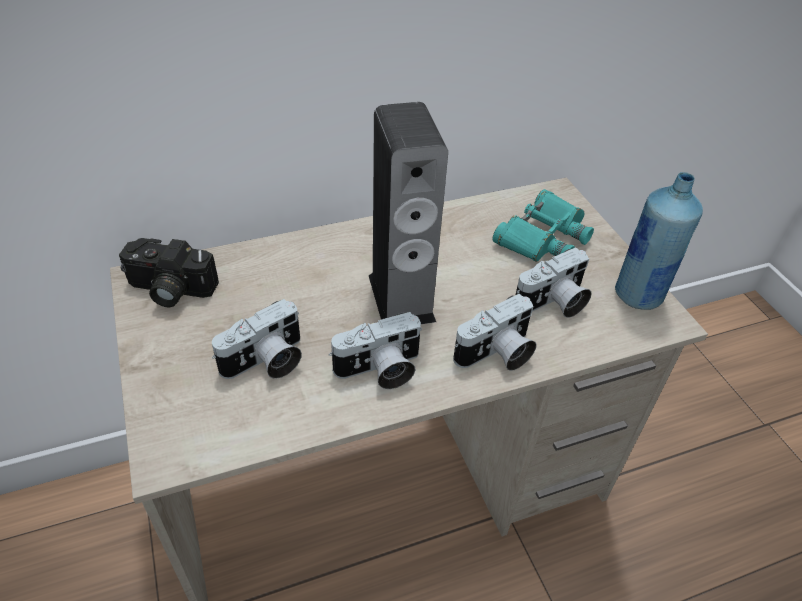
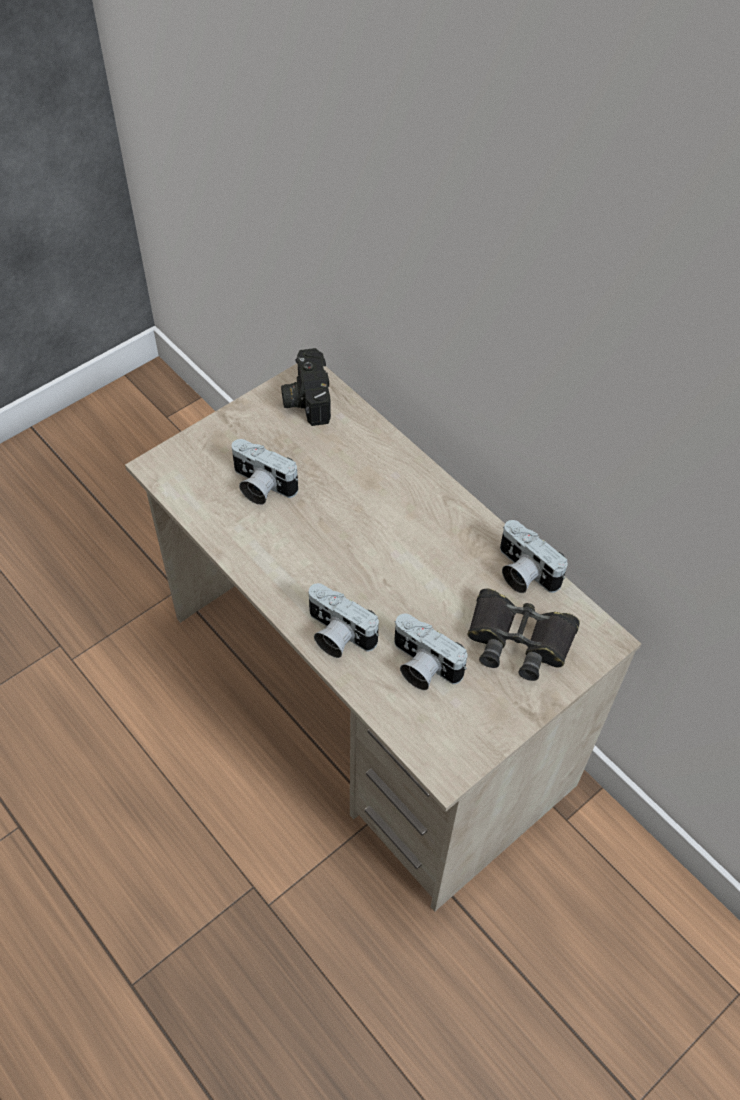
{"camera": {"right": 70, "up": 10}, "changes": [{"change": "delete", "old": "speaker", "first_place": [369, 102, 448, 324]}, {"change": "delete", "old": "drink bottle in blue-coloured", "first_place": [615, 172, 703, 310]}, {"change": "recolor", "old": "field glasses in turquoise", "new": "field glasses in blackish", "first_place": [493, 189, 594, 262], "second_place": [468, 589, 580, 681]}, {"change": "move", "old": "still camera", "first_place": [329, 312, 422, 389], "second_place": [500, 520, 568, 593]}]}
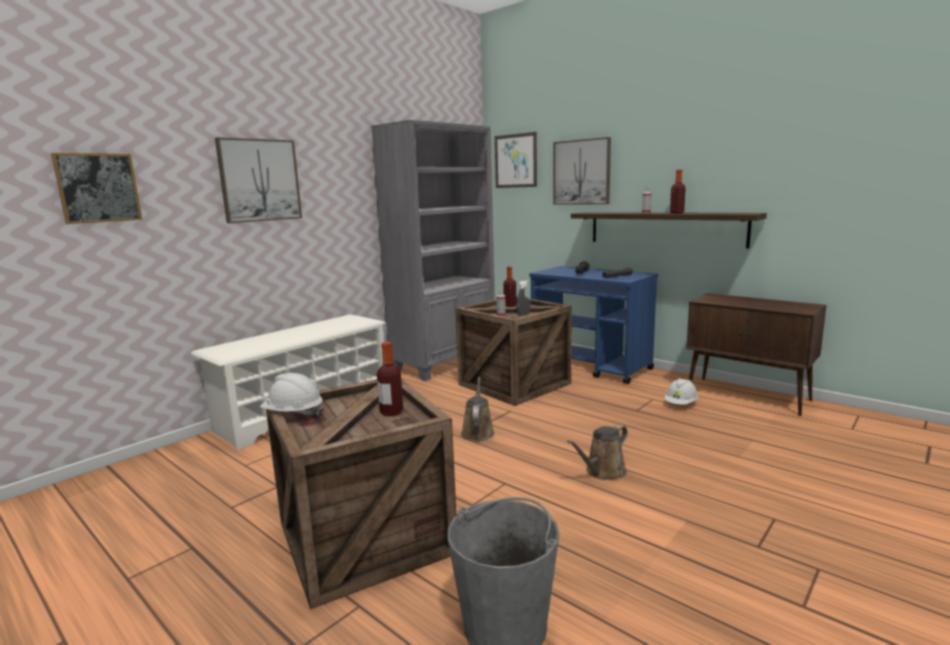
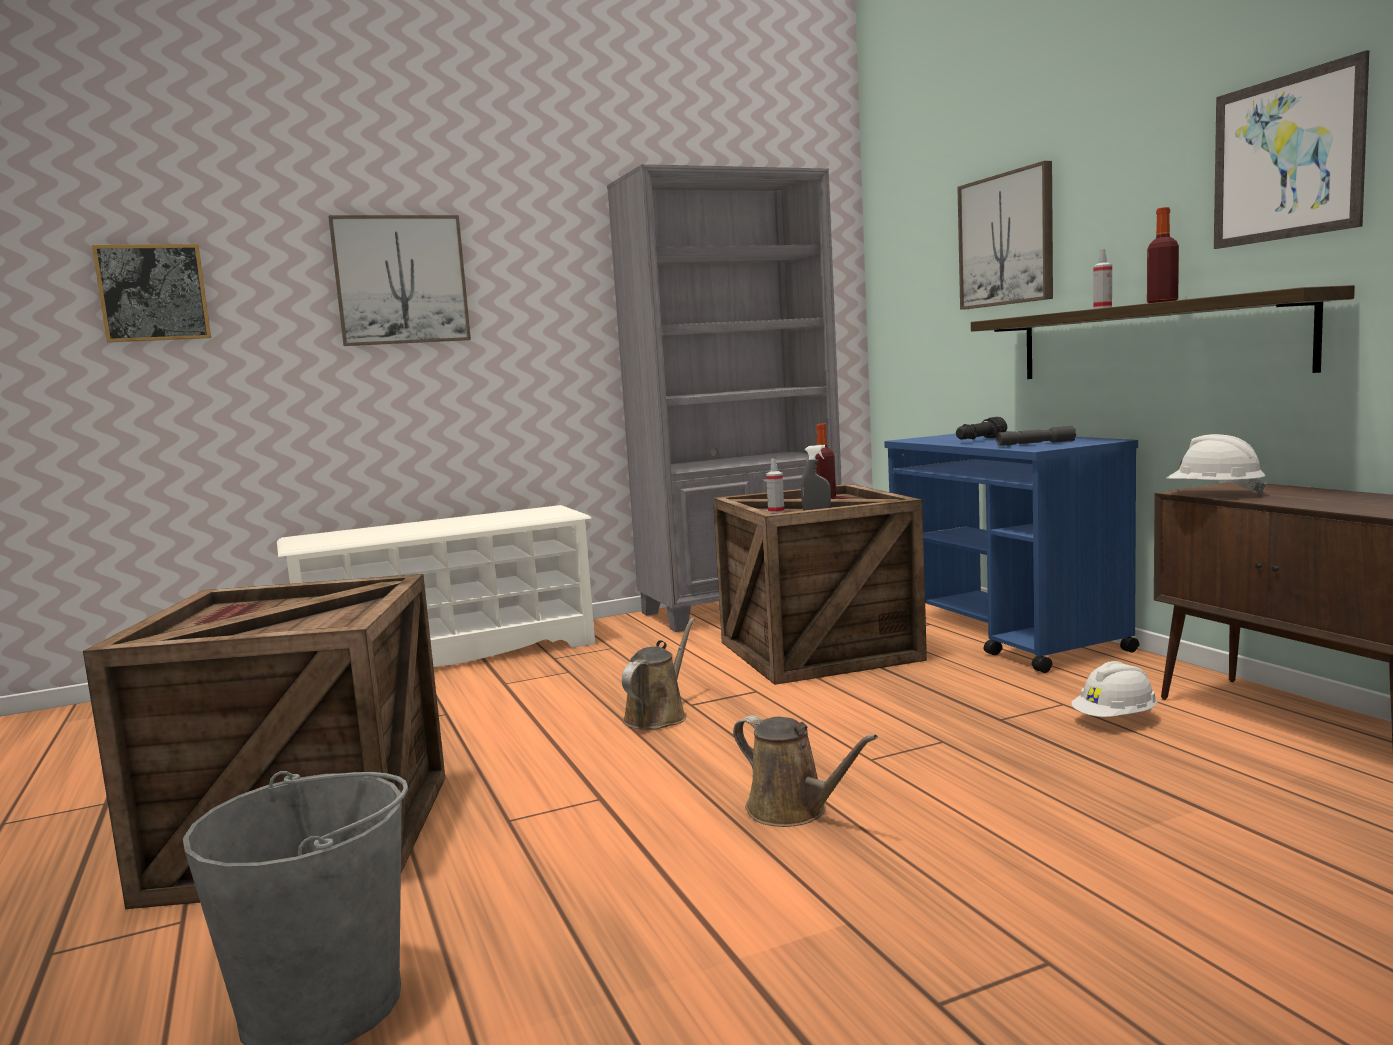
{"camera": {"right": 25, "up": -5}, "changes": [{"change": "move", "old": "wall picture", "first_place": [495, 132, 537, 188], "second_place": [1214, 50, 1369, 249]}, {"change": "delete", "old": "drink bottle", "first_place": [377, 342, 403, 416]}, {"change": "move", "old": "safety helmet in white", "first_place": [260, 373, 323, 416], "second_place": [1166, 434, 1267, 495]}, {"change": "rotate", "old": "sprinkling can in brownish", "first_place": [567, 425, 628, 480], "second_place": [733, 715, 878, 827], "degrees": -120}]}
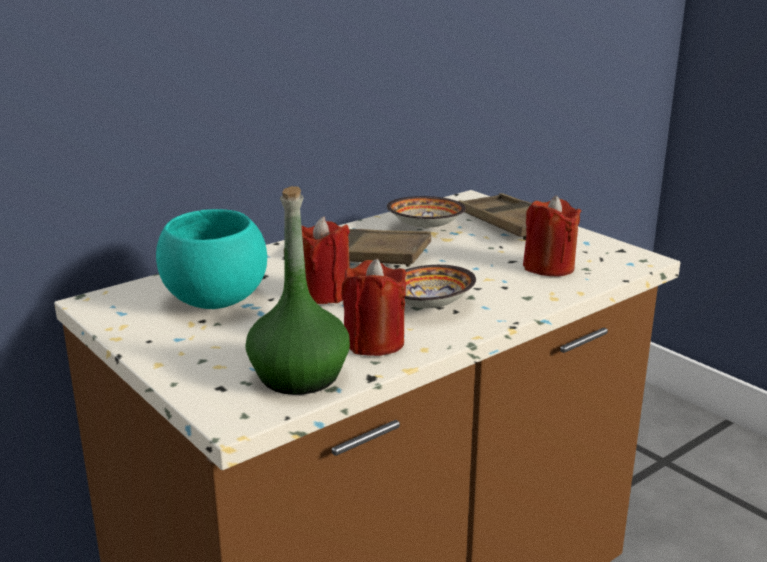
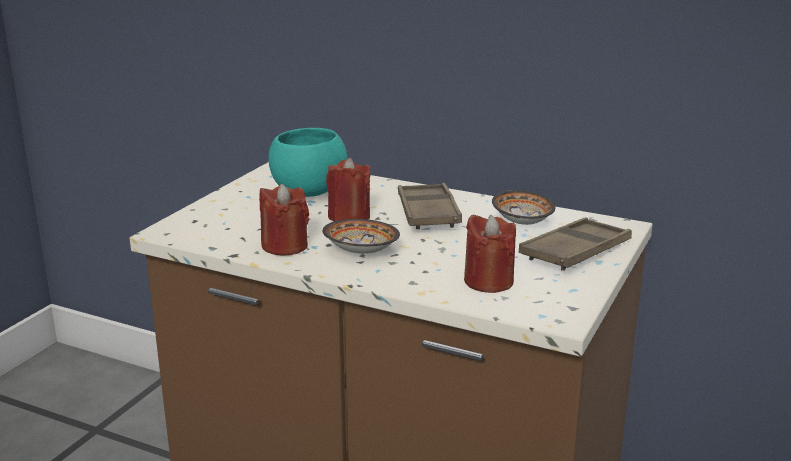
{"camera": {"right": 65, "up": 0}, "changes": [{"change": "delete", "old": "drink bottle in green", "first_place": [246, 186, 350, 395]}]}
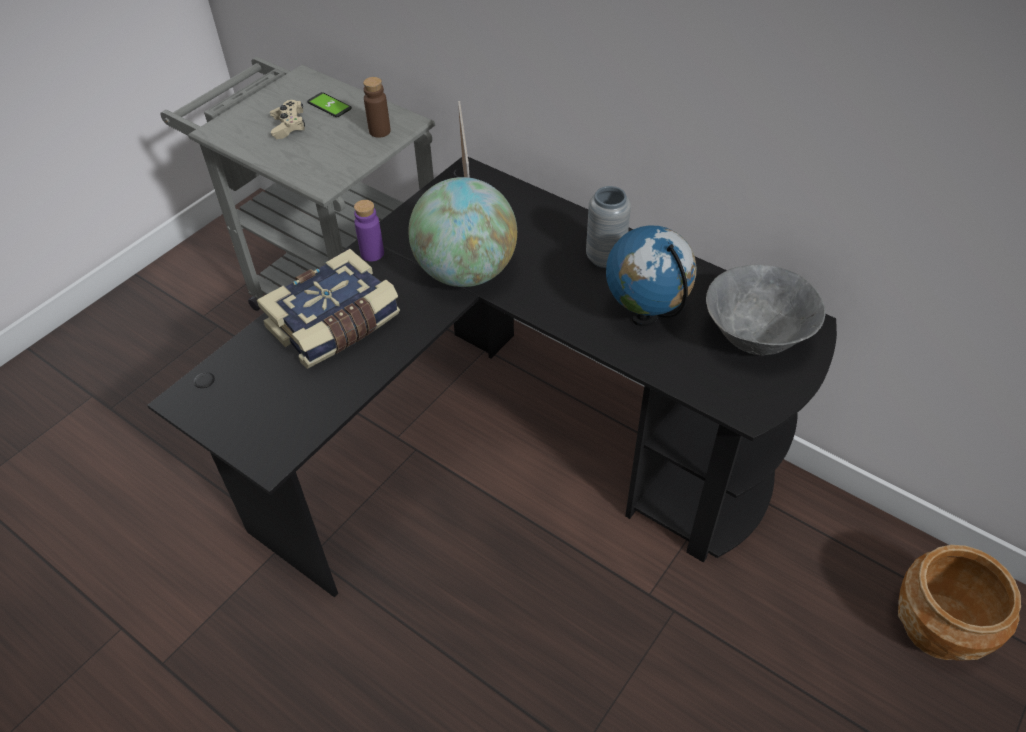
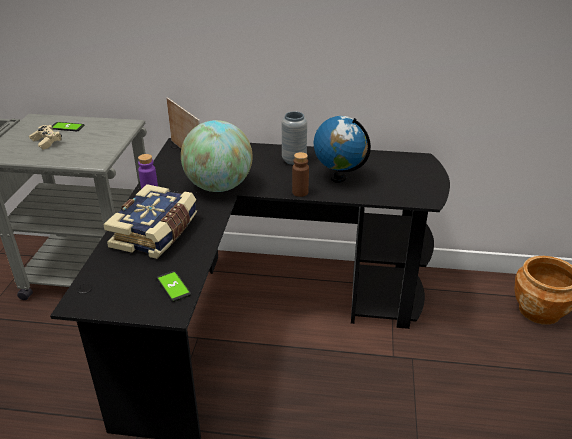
{"camera": {"right": -30, "up": -15}, "changes": [{"change": "move", "old": "drink bottle in brownish", "first_place": [363, 77, 391, 138], "second_place": [292, 152, 309, 197]}, {"change": "delete", "old": "deep dish in grey", "first_place": [706, 264, 826, 355]}, {"change": "insert", "new": "phone", "second_place": [156, 271, 191, 302]}]}
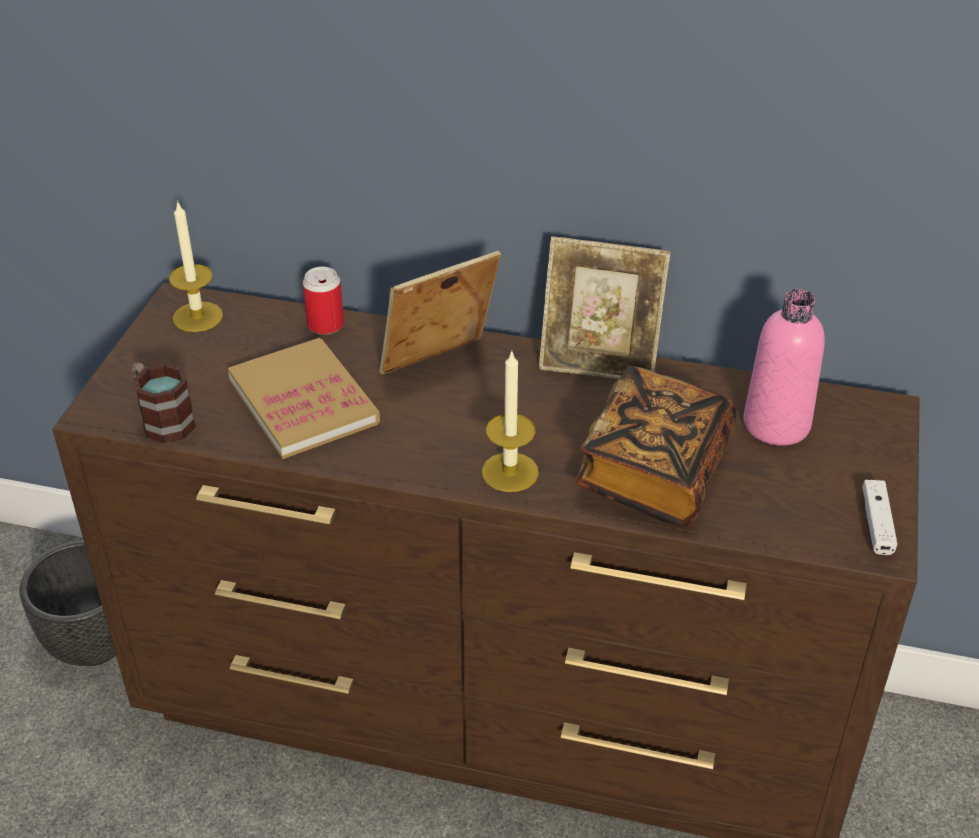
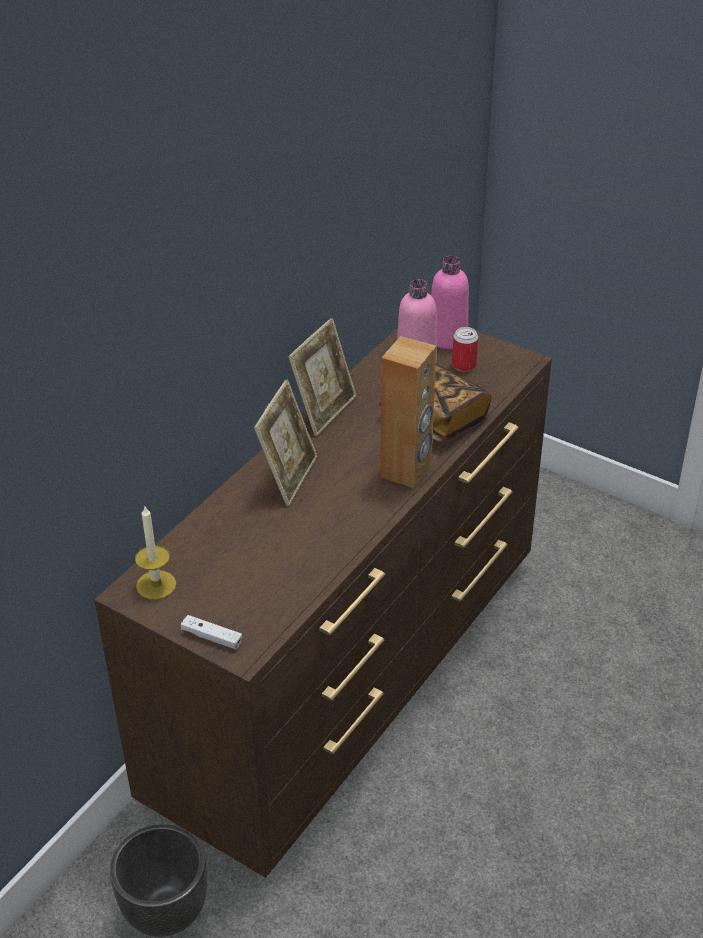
{"camera": {"right": -70, "up": 0}, "changes": [{"change": "rotate", "old": "photo frame", "first_place": [379, 251, 501, 375], "second_place": [254, 380, 317, 506], "degrees": -150}, {"change": "move", "old": "sealed can", "first_place": [302, 267, 344, 335], "second_place": [452, 327, 478, 372]}, {"change": "delete", "old": "bound book", "first_place": [228, 338, 380, 459]}, {"change": "replace", "old": "candle", "new": "speaker in brownish", "first_place": [482, 351, 539, 492], "second_place": [380, 336, 436, 489]}, {"change": "delete", "old": "coffee mug", "first_place": [132, 362, 196, 443]}, {"change": "move", "old": "joypad in white", "first_place": [862, 480, 897, 555], "second_place": [181, 615, 242, 650]}, {"change": "insert", "new": "drink bottle in pink", "second_place": [431, 256, 469, 349]}]}
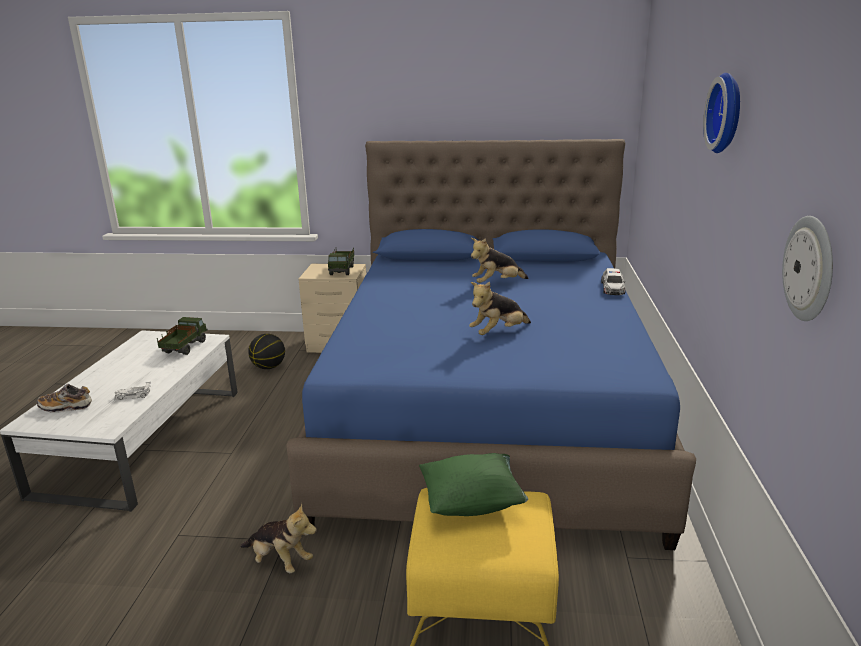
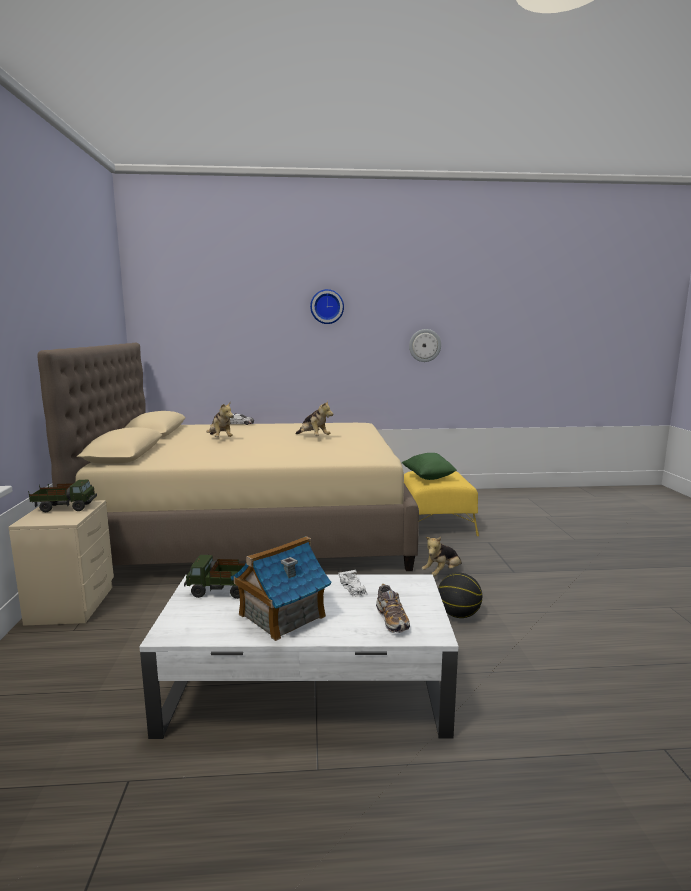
{"camera": {"right": -100, "up": -10}, "changes": [{"change": "recolor", "old": "bed in blue-coloured", "new": "bed in beige", "first_place": [286, 139, 696, 550], "second_place": [37, 343, 419, 571]}, {"change": "move", "old": "basketball ball", "first_place": [248, 334, 285, 369], "second_place": [438, 573, 482, 618]}, {"change": "rotate", "old": "cuddly toy", "first_place": [240, 503, 317, 573], "second_place": [422, 537, 462, 576], "degrees": -150}, {"change": "insert", "new": "miniature house", "second_place": [231, 536, 332, 641]}]}
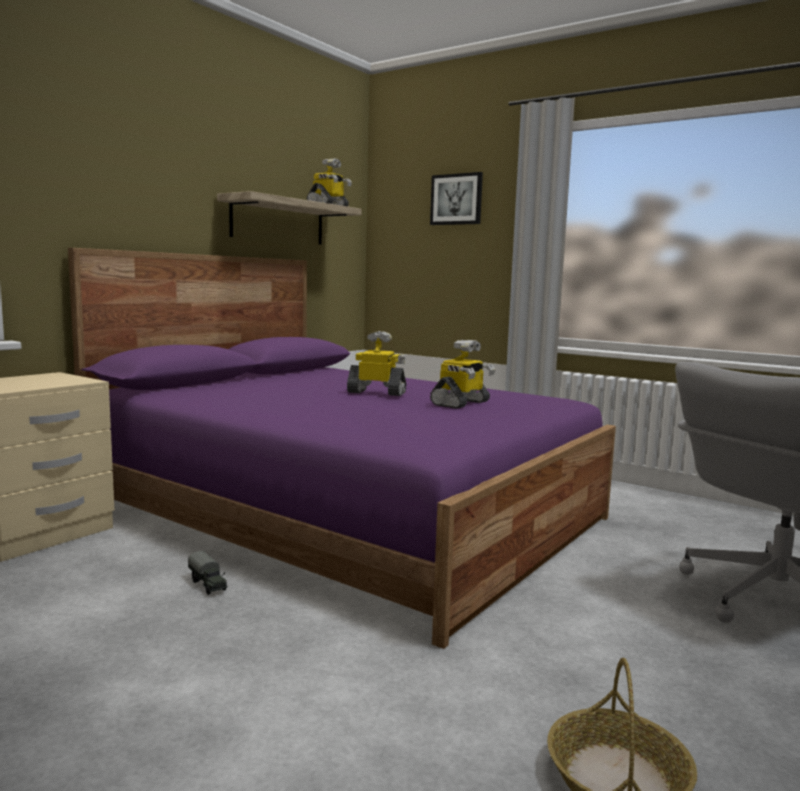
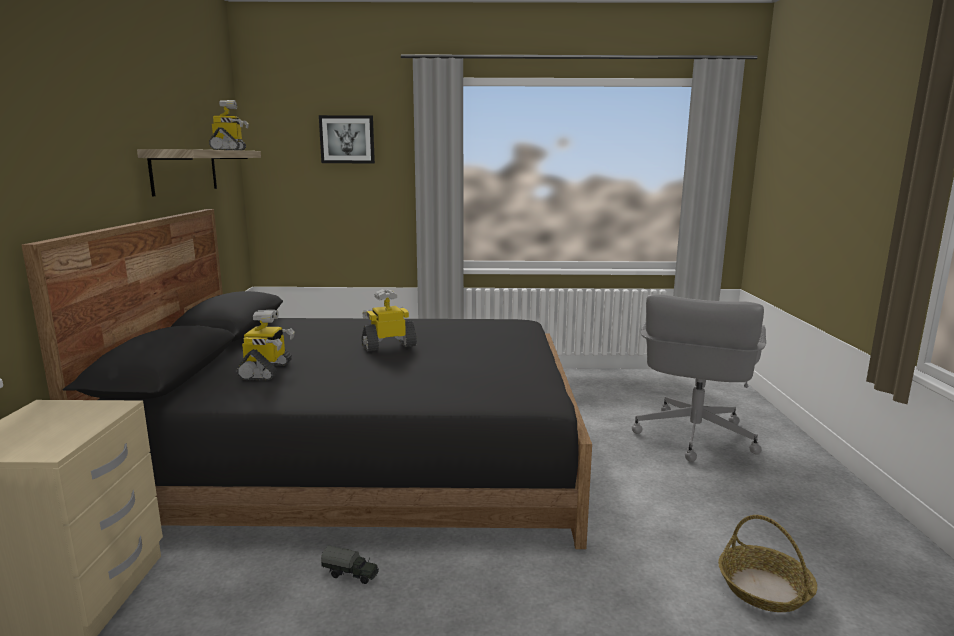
{"camera": {"right": -35, "up": 5}, "changes": [{"change": "recolor", "old": "bed in purplish", "new": "bed in blackish", "first_place": [68, 248, 616, 649], "second_place": [21, 209, 592, 549]}, {"change": "move", "old": "model robot", "first_place": [430, 340, 495, 409], "second_place": [236, 310, 295, 381]}]}
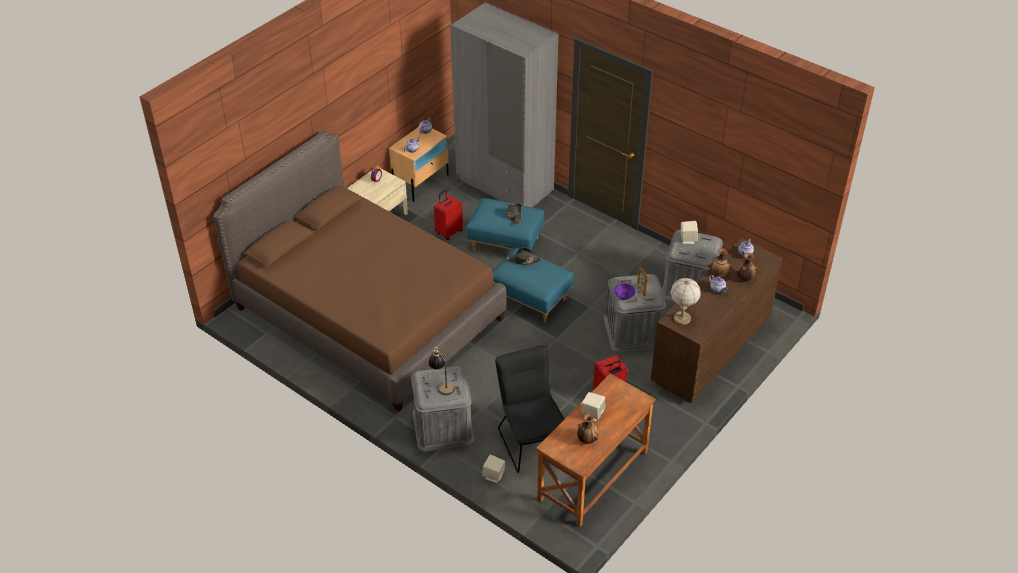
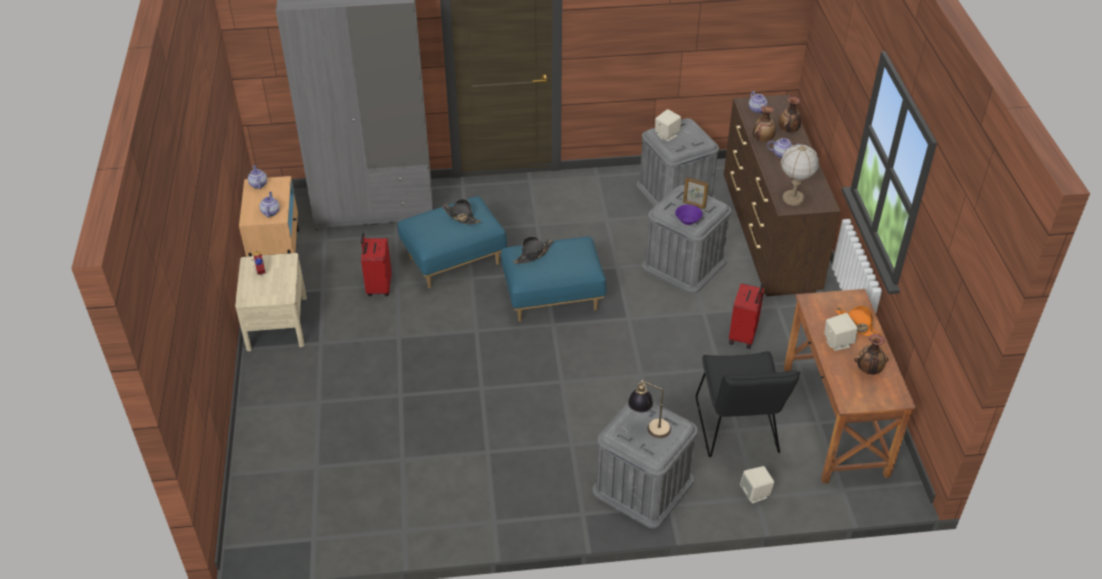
{"camera": {"right": -45, "up": 0}, "changes": [{"change": "delete", "old": "bed in brownish", "first_place": [213, 130, 507, 412]}, {"change": "rotate", "old": "upright chair in blackish", "first_place": [495, 345, 565, 473], "second_place": [696, 351, 800, 457], "degrees": -120}, {"change": "insert", "new": "wearable hat in orange-coloured", "second_place": [836, 306, 883, 337]}]}
